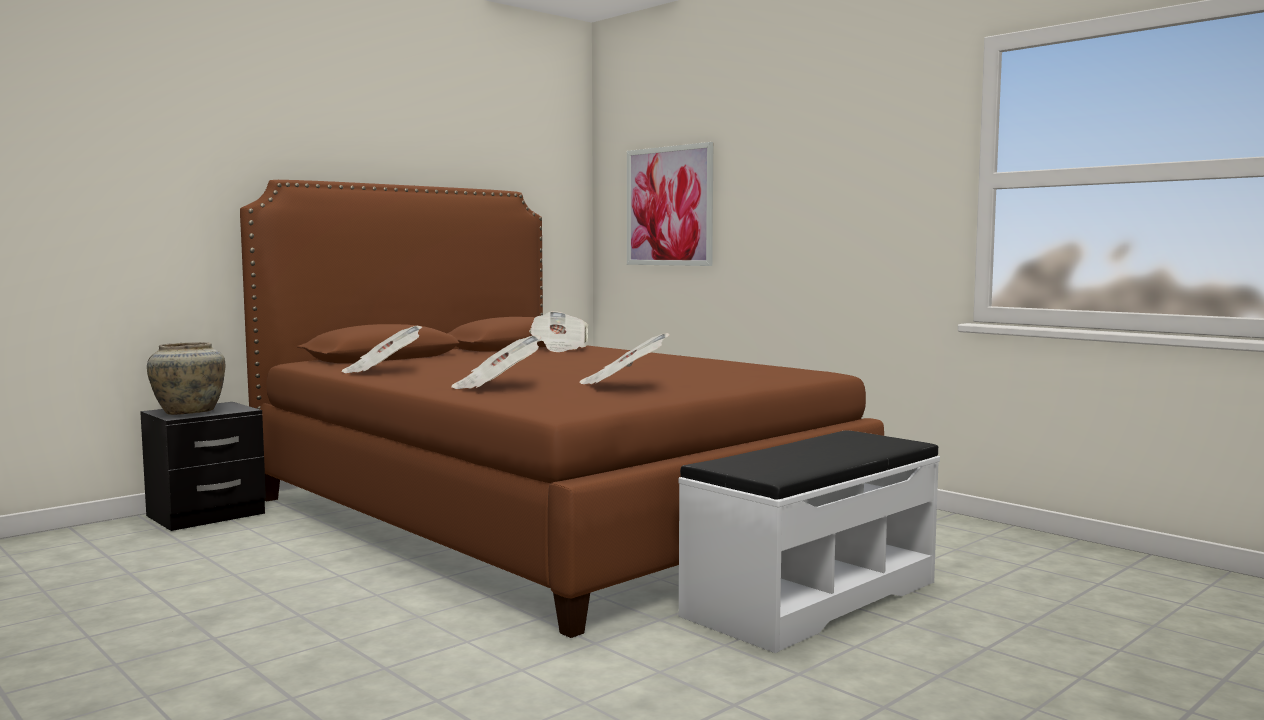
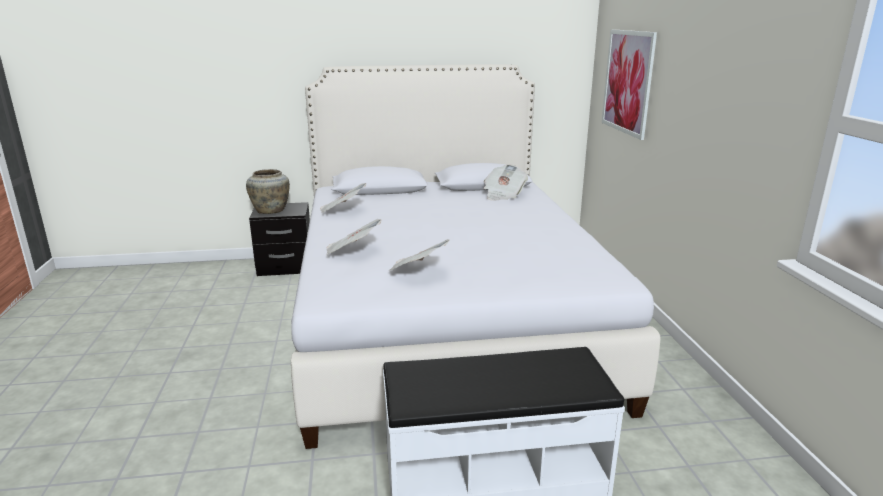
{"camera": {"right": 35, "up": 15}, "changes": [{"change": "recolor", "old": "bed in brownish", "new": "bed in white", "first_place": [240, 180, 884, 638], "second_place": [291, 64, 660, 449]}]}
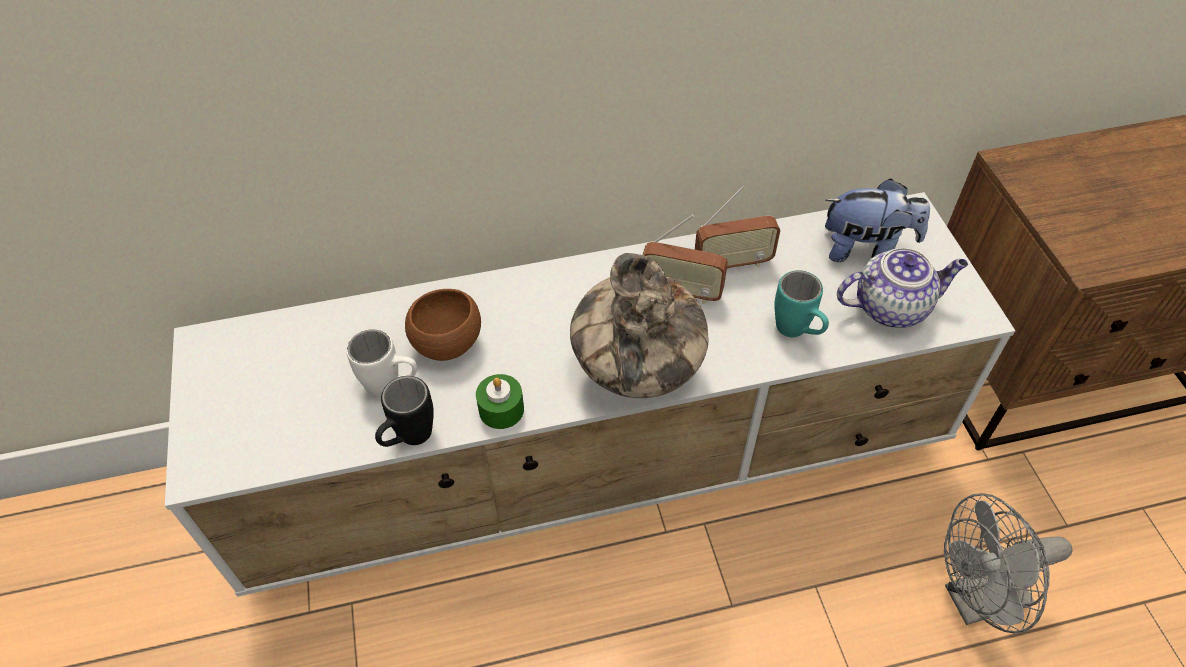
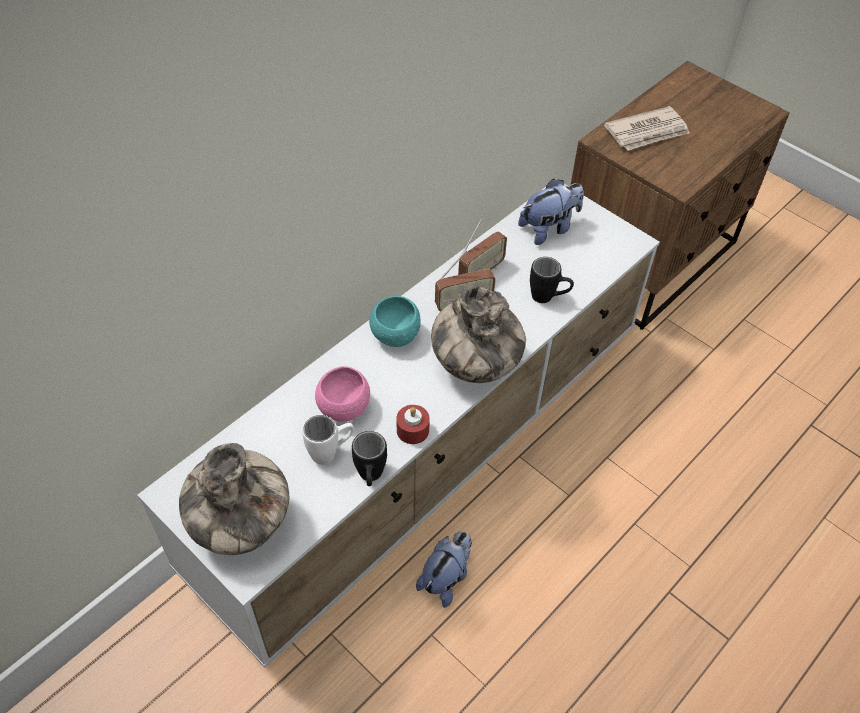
{"camera": {"right": -35, "up": 0}, "changes": [{"change": "delete", "old": "pot for tea", "first_place": [837, 248, 968, 328]}, {"change": "recolor", "old": "coffee mug in turquoise", "new": "coffee mug in blackish", "first_place": [775, 270, 829, 337], "second_place": [530, 257, 574, 303]}, {"change": "recolor", "old": "deep dish in brownish", "new": "deep dish in pink", "first_place": [405, 289, 481, 361], "second_place": [315, 366, 370, 422]}, {"change": "recolor", "old": "candle in green", "new": "candle in red", "first_place": [476, 374, 524, 429], "second_place": [396, 405, 430, 444]}, {"change": "delete", "old": "electric fan in grey", "first_place": [944, 493, 1072, 633]}, {"change": "insert", "new": "daily paper", "second_place": [604, 106, 690, 151]}, {"change": "insert", "new": "deep dish in turquoise", "second_place": [369, 296, 421, 347]}, {"change": "insert", "new": "decorative vase", "second_place": [179, 443, 289, 555]}, {"change": "insert", "new": "cuddly toy", "second_place": [416, 532, 472, 608]}]}
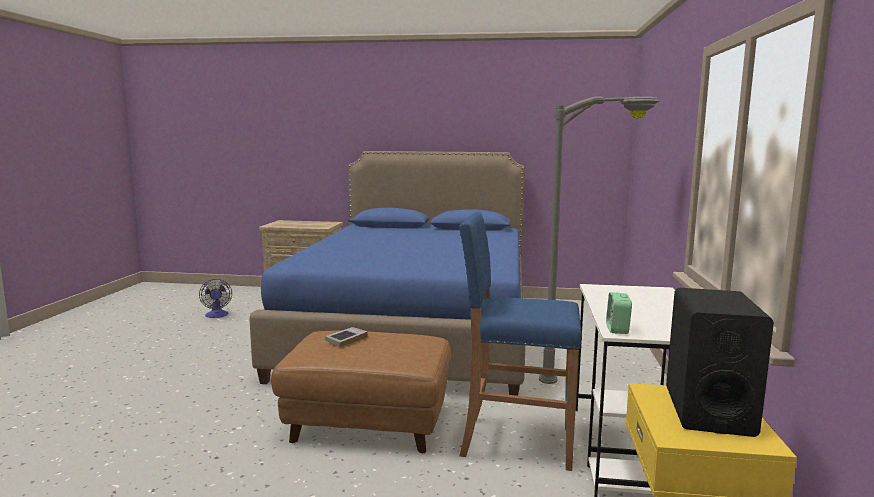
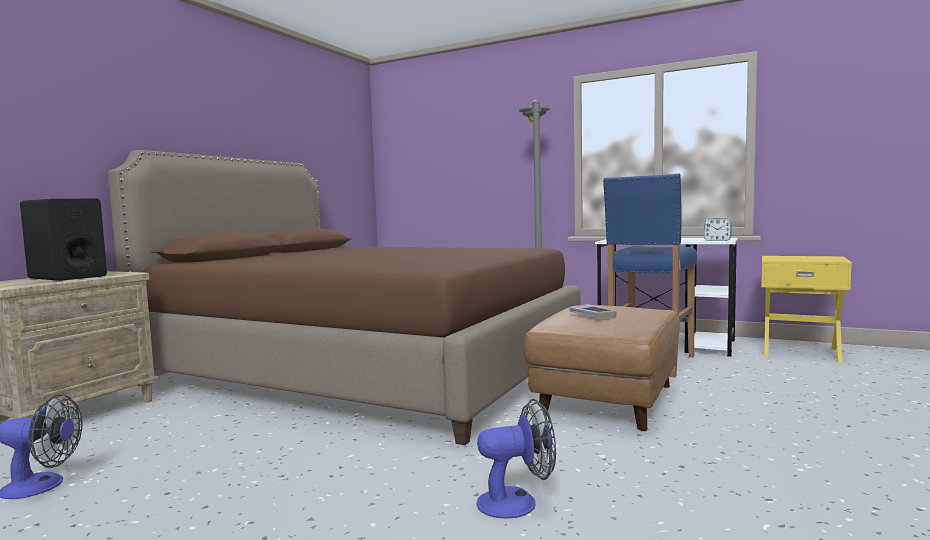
{"camera": {"right": -70, "up": -5}, "changes": [{"change": "recolor", "old": "bed in blue-coloured", "new": "bed in brownish", "first_place": [249, 151, 526, 396], "second_place": [108, 150, 580, 445]}, {"change": "move", "old": "speaker in blackish", "first_place": [666, 288, 774, 437], "second_place": [20, 199, 107, 281]}, {"change": "insert", "new": "electric fan", "second_place": [477, 399, 556, 518]}]}
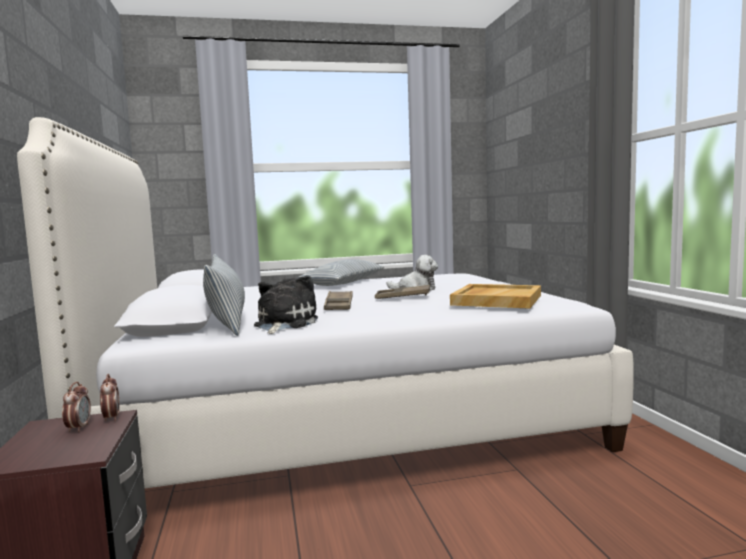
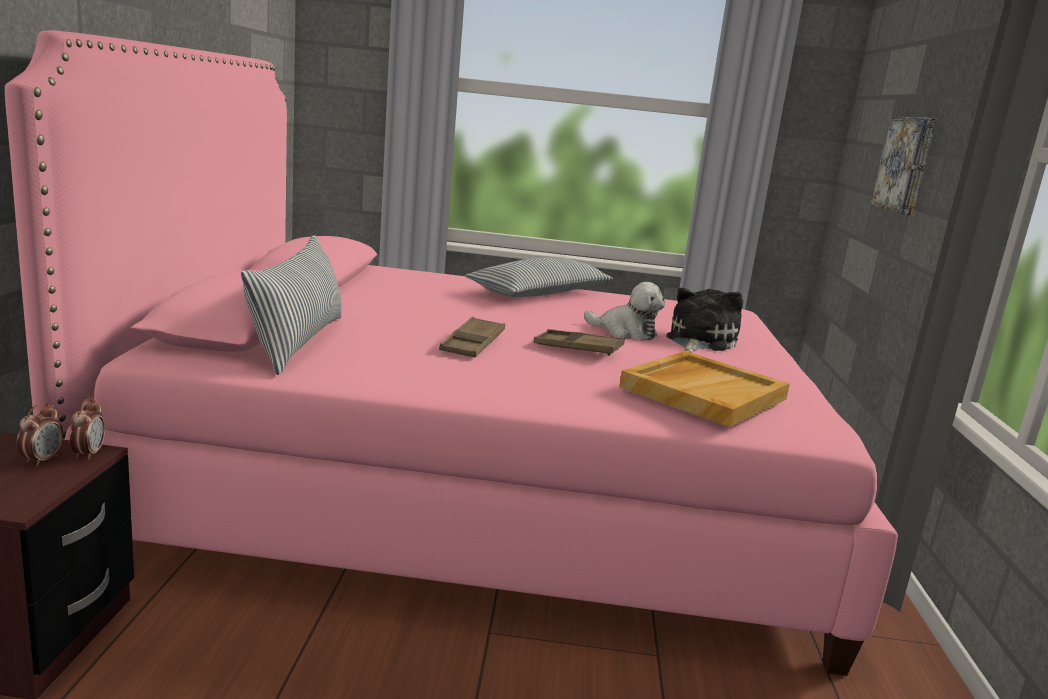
{"camera": {"right": 15, "up": 10}, "changes": [{"change": "recolor", "old": "bed in white", "new": "bed in pink", "first_place": [17, 117, 634, 489], "second_place": [5, 30, 898, 676]}, {"change": "move", "old": "cuddly toy", "first_place": [254, 275, 318, 334], "second_place": [666, 288, 743, 353]}, {"change": "insert", "new": "wall picture", "second_place": [870, 116, 936, 216]}]}
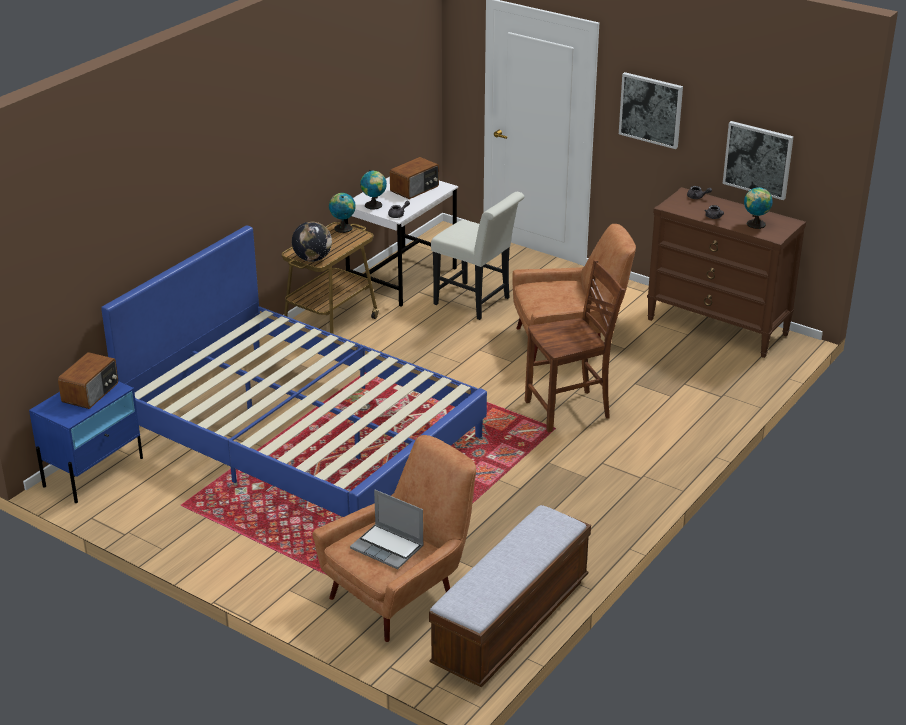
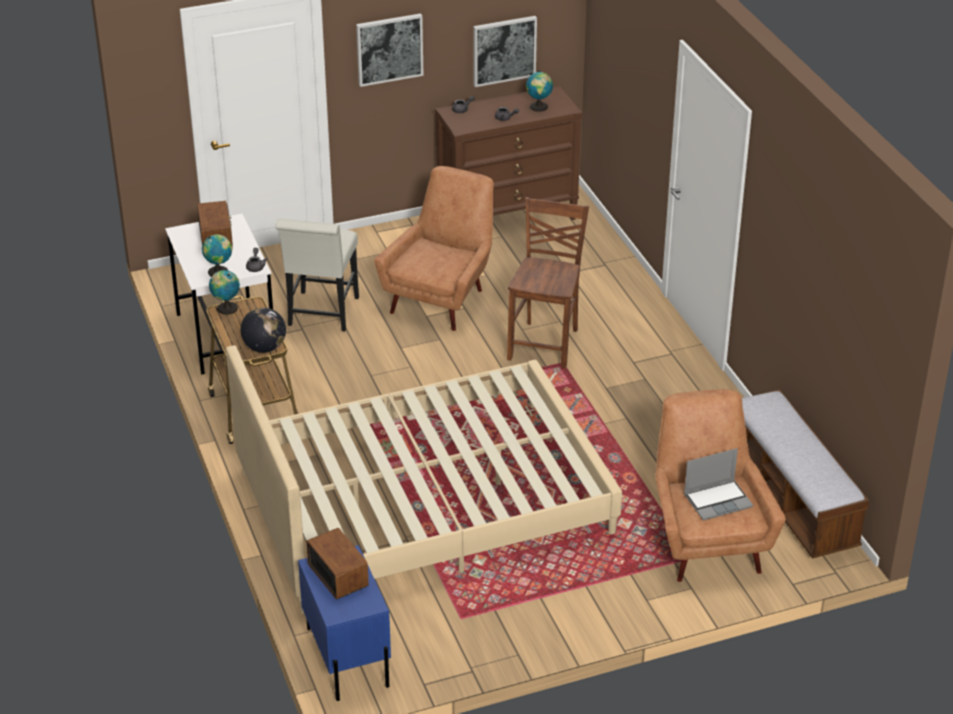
{"camera": {"right": -55, "up": 5}, "changes": [{"change": "rotate", "old": "upright chair in white", "first_place": [431, 192, 524, 320], "second_place": [276, 219, 359, 332], "degrees": 120}, {"change": "recolor", "old": "bed in blue-coloured", "new": "bed in beige", "first_place": [101, 225, 487, 517], "second_place": [226, 345, 622, 614]}]}
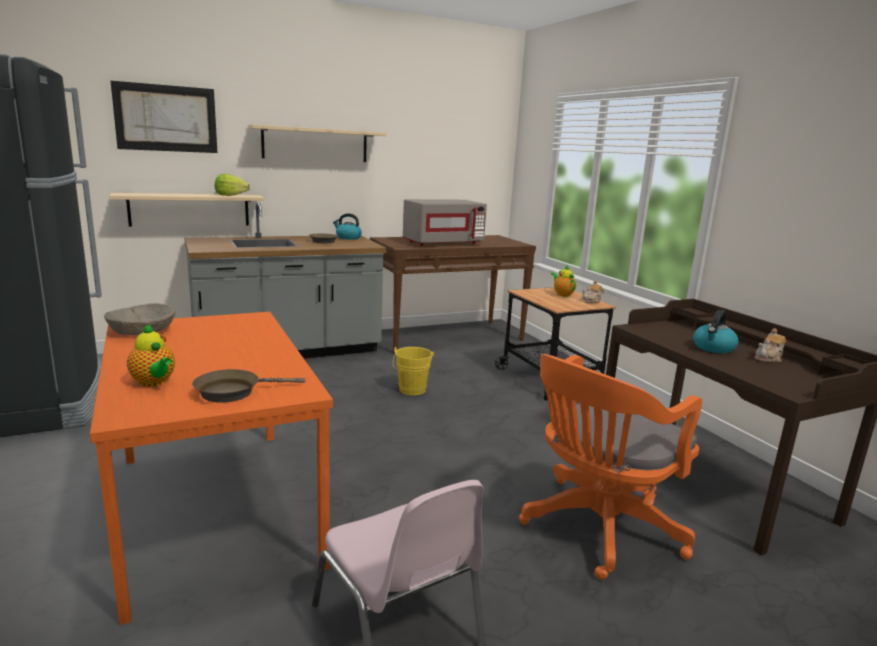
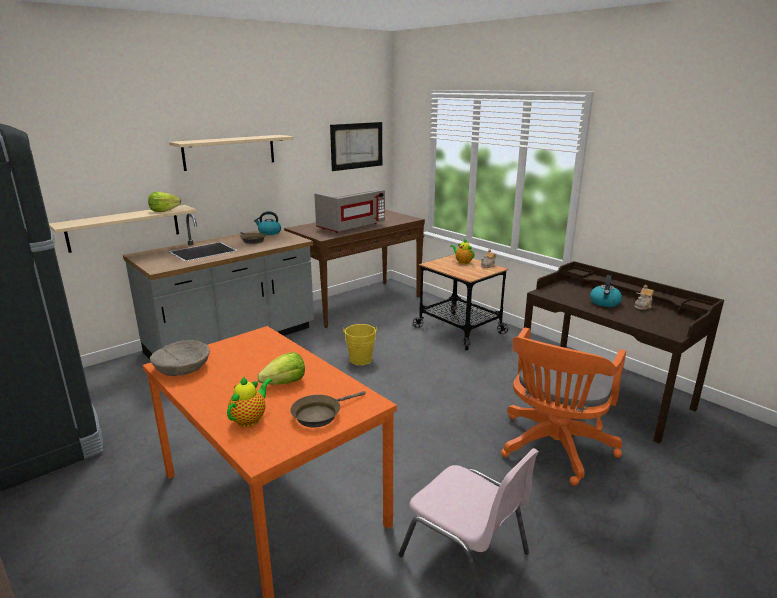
{"camera": {"right": -15, "up": 5}, "changes": [{"change": "move", "old": "wall picture", "first_place": [111, 81, 217, 153], "second_place": [330, 122, 382, 171]}, {"change": "rotate", "old": "pot for tea", "first_place": [127, 324, 175, 387], "second_place": [227, 376, 272, 427], "degrees": -90}, {"change": "insert", "new": "head of lettuce", "second_place": [257, 352, 305, 385]}]}
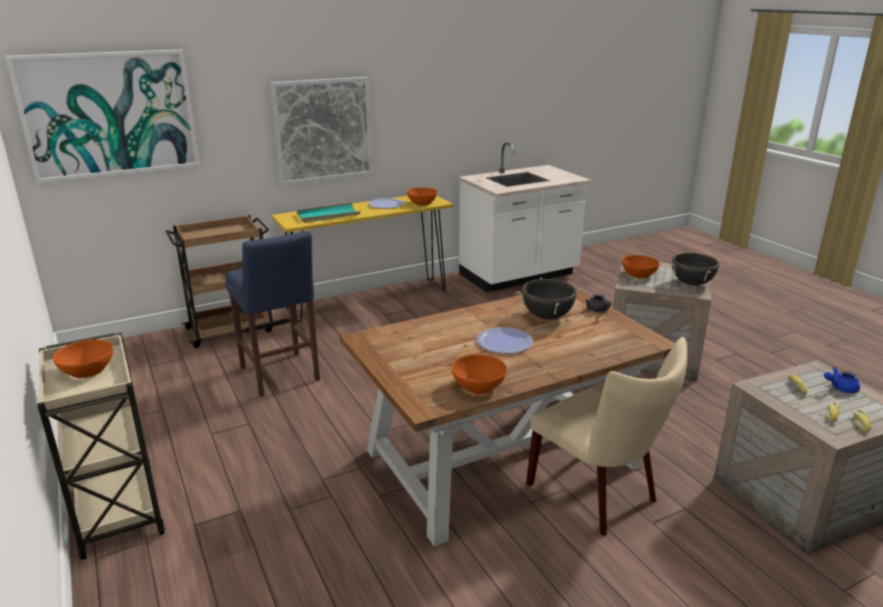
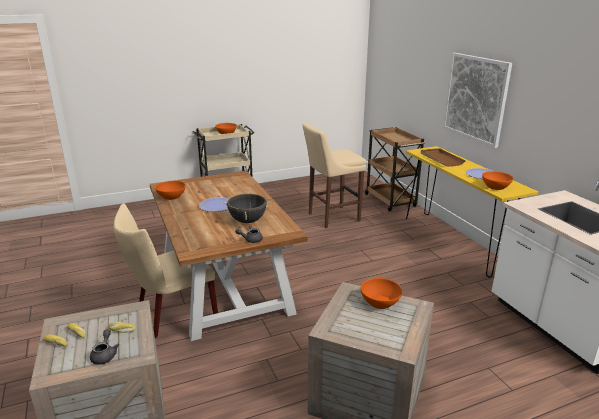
{"camera": {"right": 95, "up": 0}, "changes": [{"change": "delete", "old": "wall picture", "first_place": [5, 49, 200, 183]}, {"change": "recolor", "old": "carrying tray in turquoise", "new": "carrying tray in brownish", "first_place": [297, 203, 360, 223], "second_place": [421, 148, 465, 167]}, {"change": "recolor", "old": "stool seat in blue-coloured", "new": "stool seat in beige", "first_place": [225, 231, 320, 397], "second_place": [303, 123, 366, 228]}, {"change": "delete", "old": "cooking pot in blackish", "first_place": [669, 252, 722, 286]}, {"change": "recolor", "old": "pot for tea in blue-coloured", "new": "pot for tea in grey", "first_place": [824, 367, 860, 393], "second_place": [90, 329, 119, 365]}]}
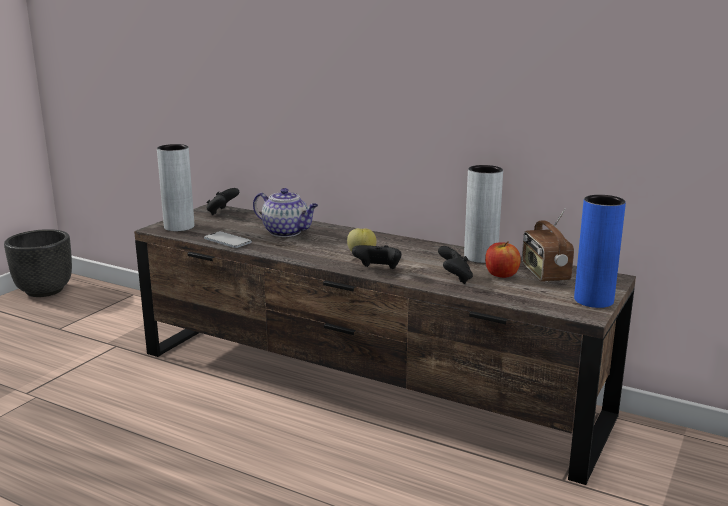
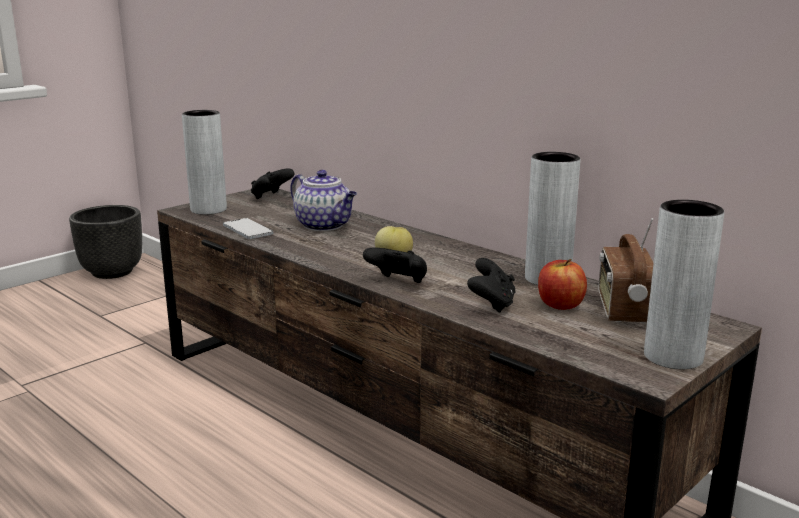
{"camera": {"right": 15, "up": 0}, "changes": [{"change": "recolor", "old": "decorative vase in blue-coloured", "new": "decorative vase in grey", "first_place": [574, 195, 626, 308], "second_place": [644, 200, 725, 369]}]}
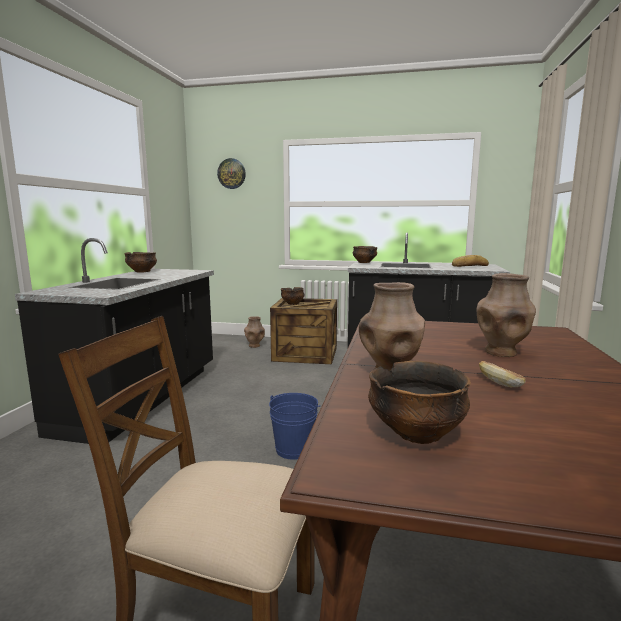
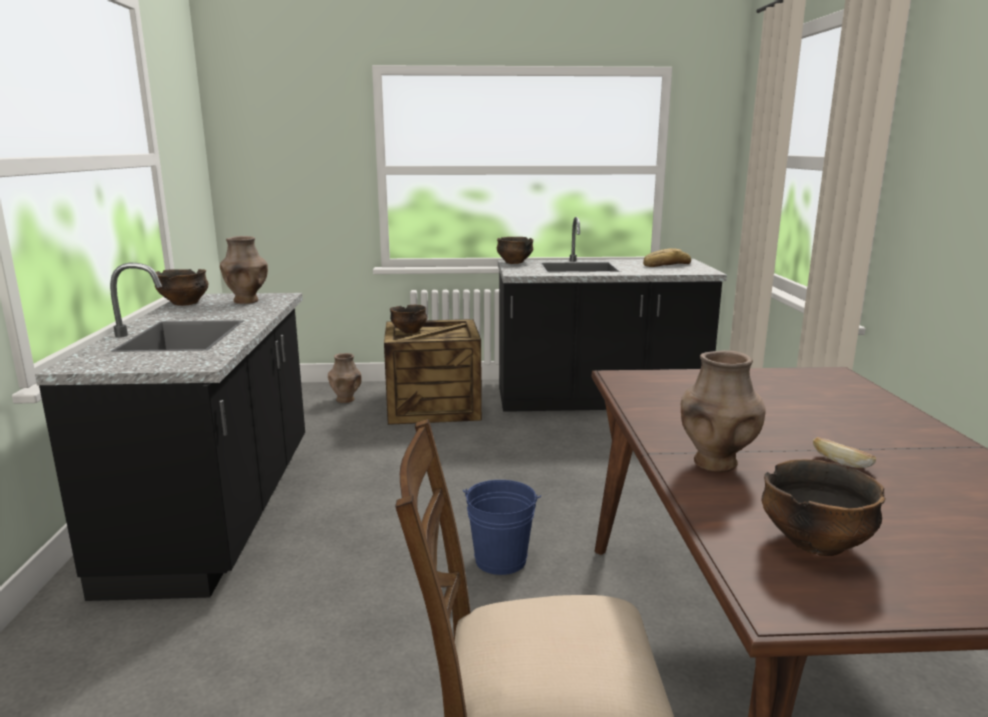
{"camera": {"right": -15, "up": 5}, "changes": [{"change": "delete", "old": "wall clock", "first_place": [217, 158, 246, 189]}, {"change": "move", "old": "decorative vase in brownish", "first_place": [476, 273, 536, 357], "second_place": [220, 236, 268, 304]}]}
